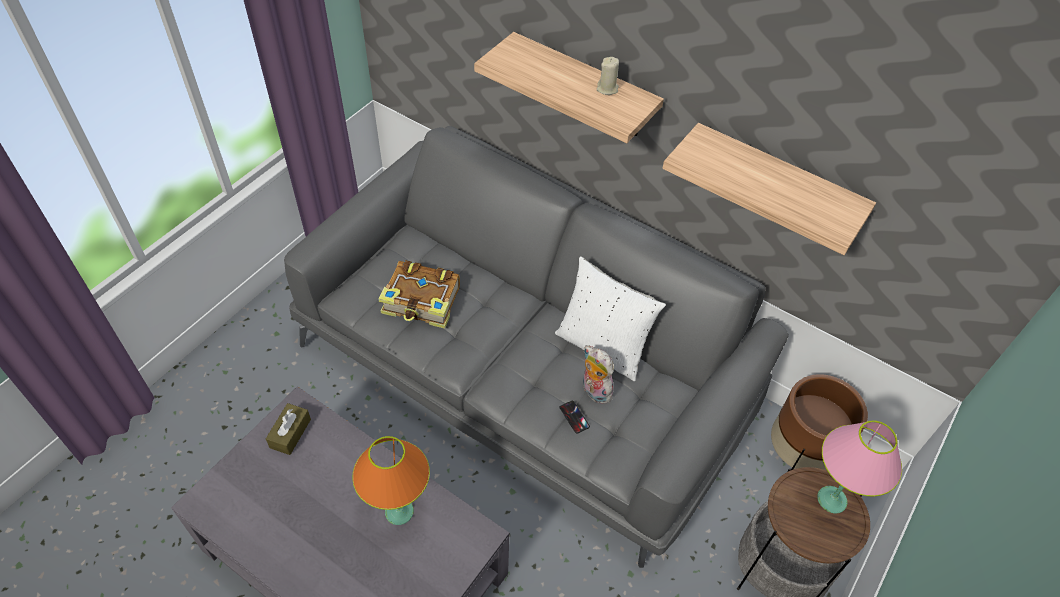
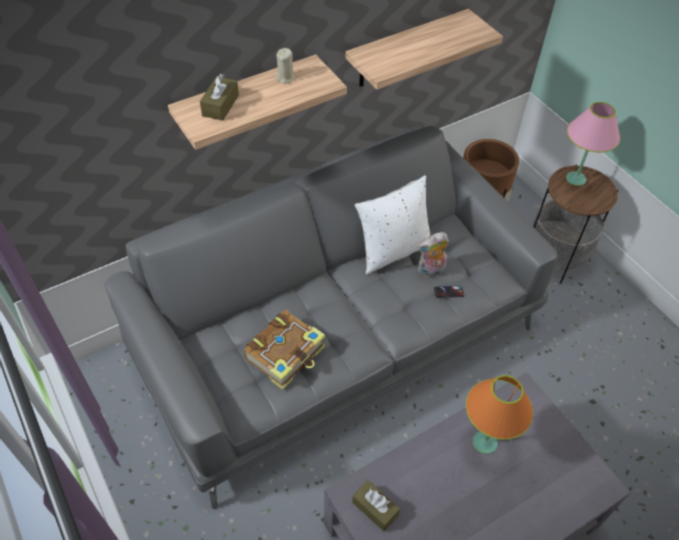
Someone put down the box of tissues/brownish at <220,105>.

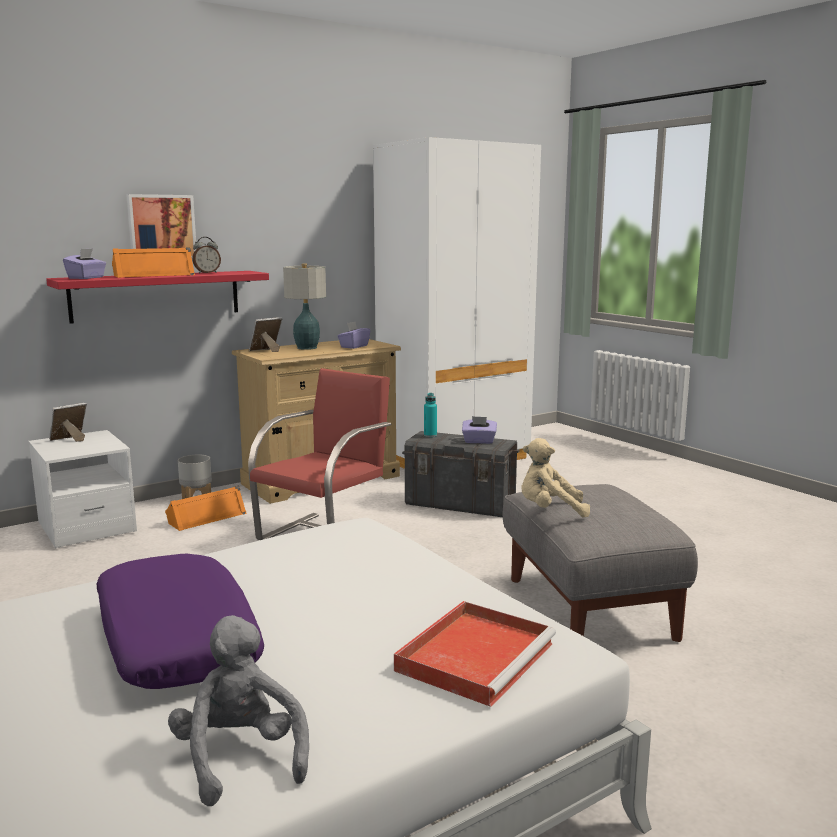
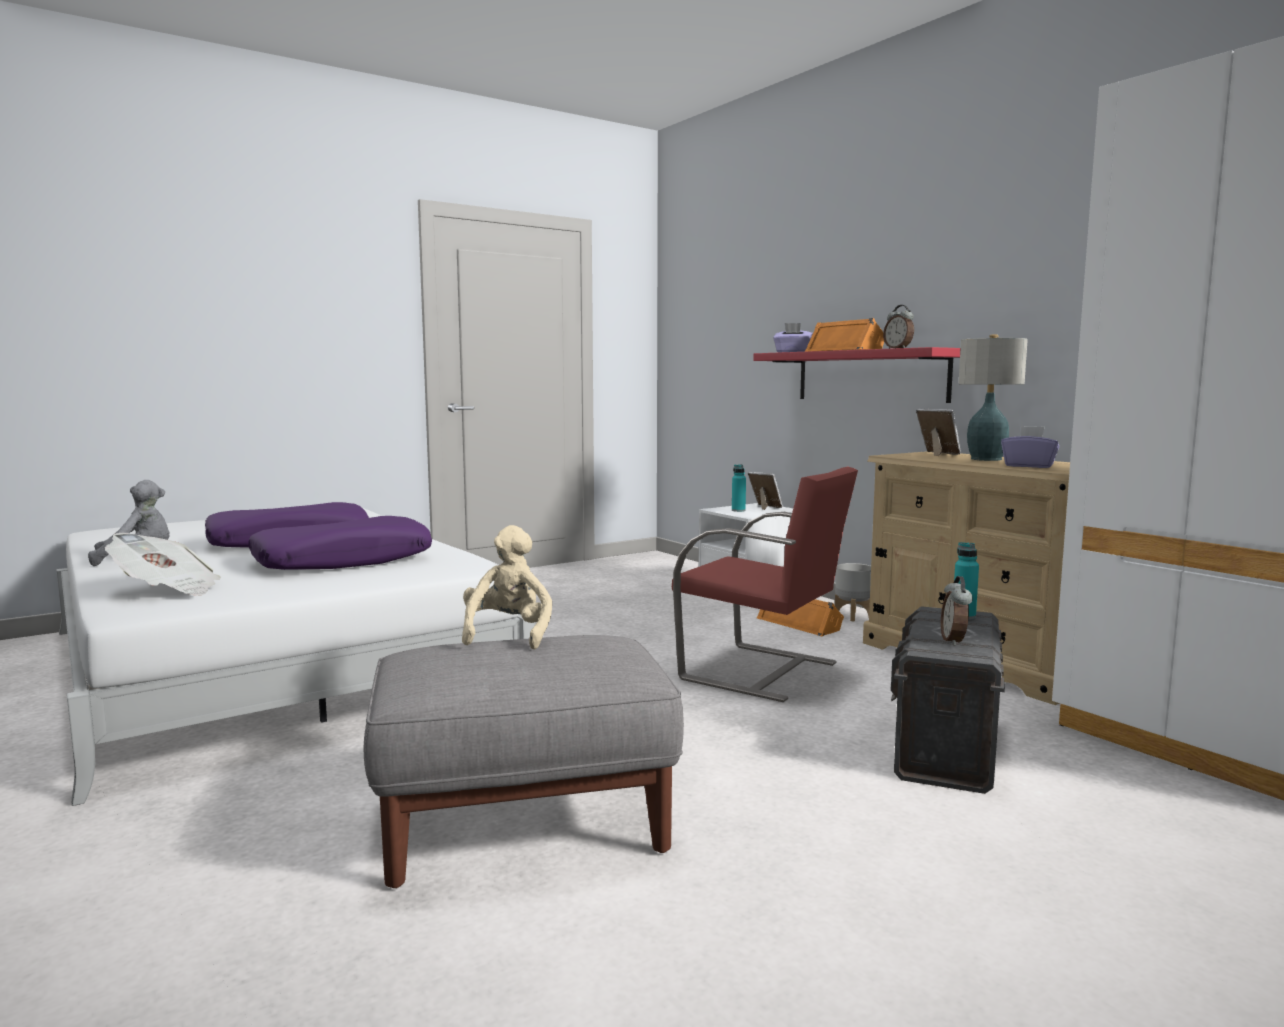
Someone swapped the serving tray/red-coloured at <476,655> for the newspaper at <167,590>. Someone put down the cushion/purple at <343,561>. Someone put down the drink bottle/turquoise at <738,510>. Someone swapped the box of tissues/purple at <479,441> for the alarm clock at <954,641>. Someone took away the wall picture at <161,227>.

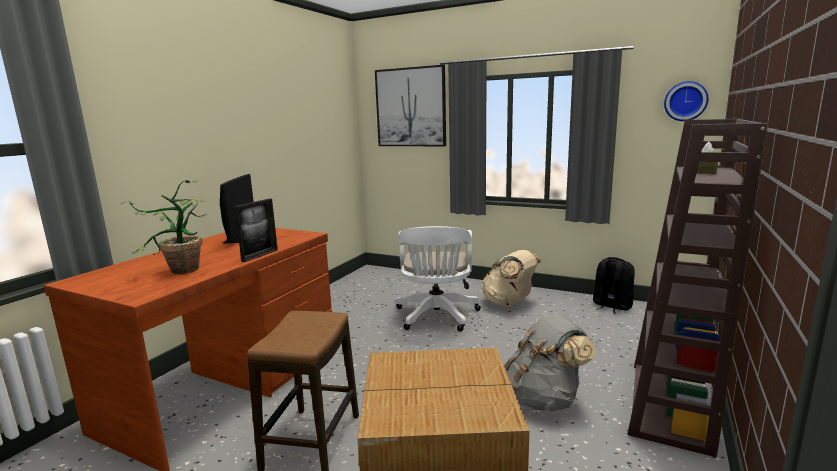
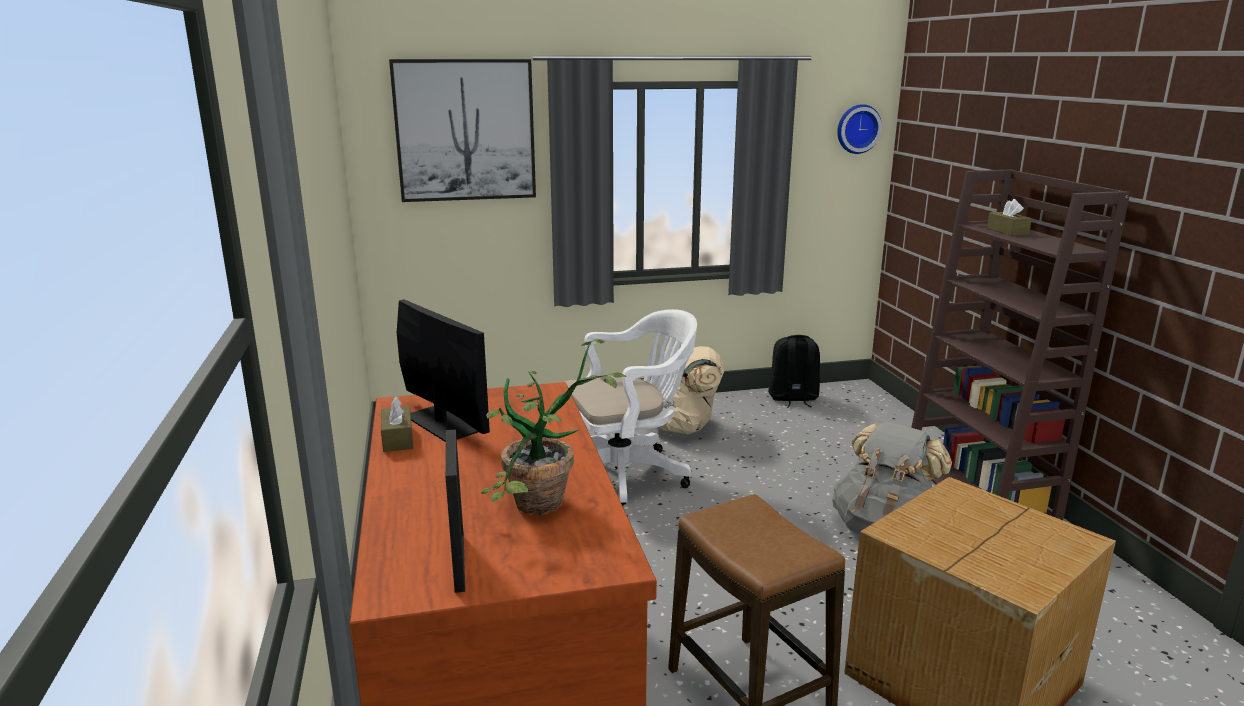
Someone put down the box of tissues/brownish at <397,439>. Someone carried the photo frame from <260,255> to <459,562>. Someone rotated the computer chair/white-coloured at <436,317> by 75 degrees counterclockwise.

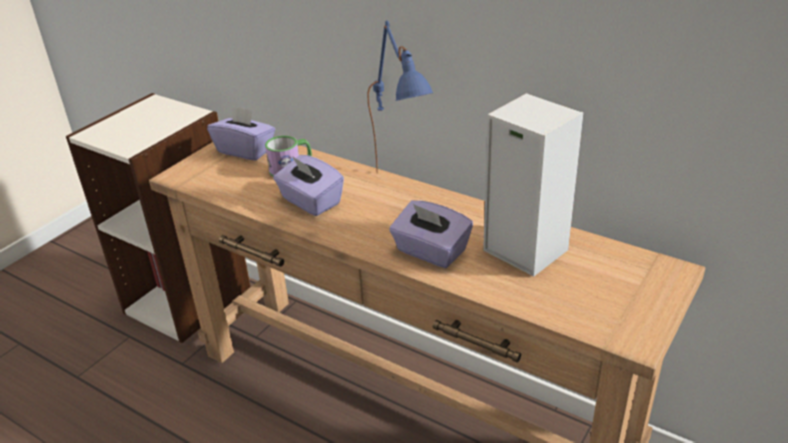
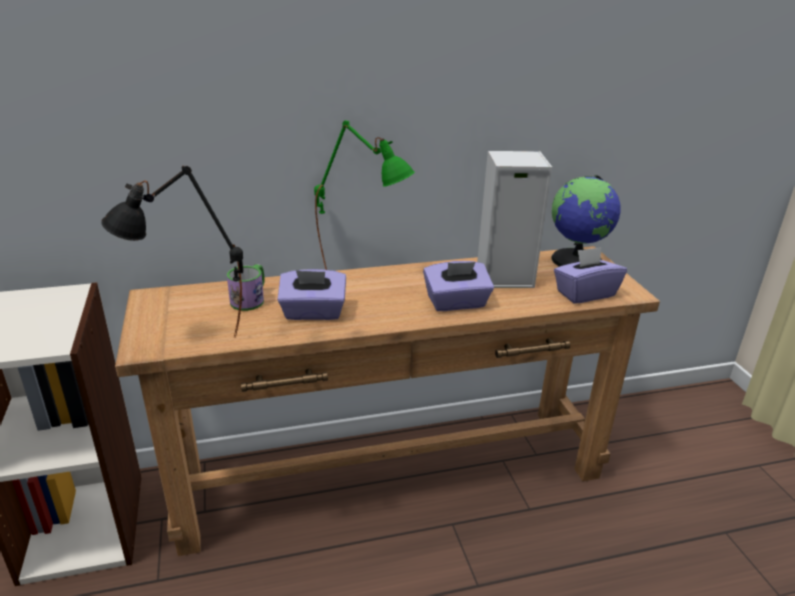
Someone put down the tabletop lamp/black-coloured at <191,346>. Someone repainted the tabletop lamp/blue at <402,186>, which became the tabletop lamp/green at <363,275>. Someone put down the globe at <578,260>. Someone carried the box of tissues/purple from <245,150> to <585,293>.

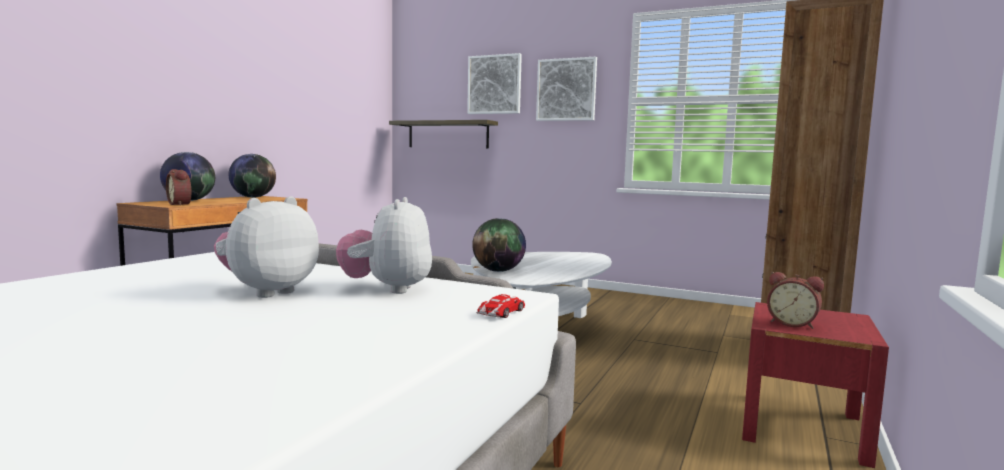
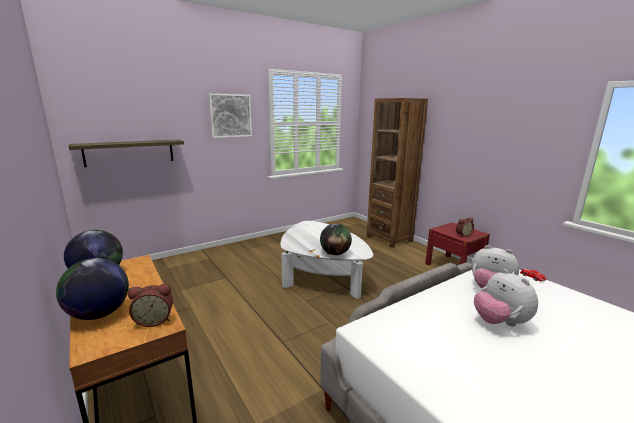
Someone took away the wall picture at <494,84>.

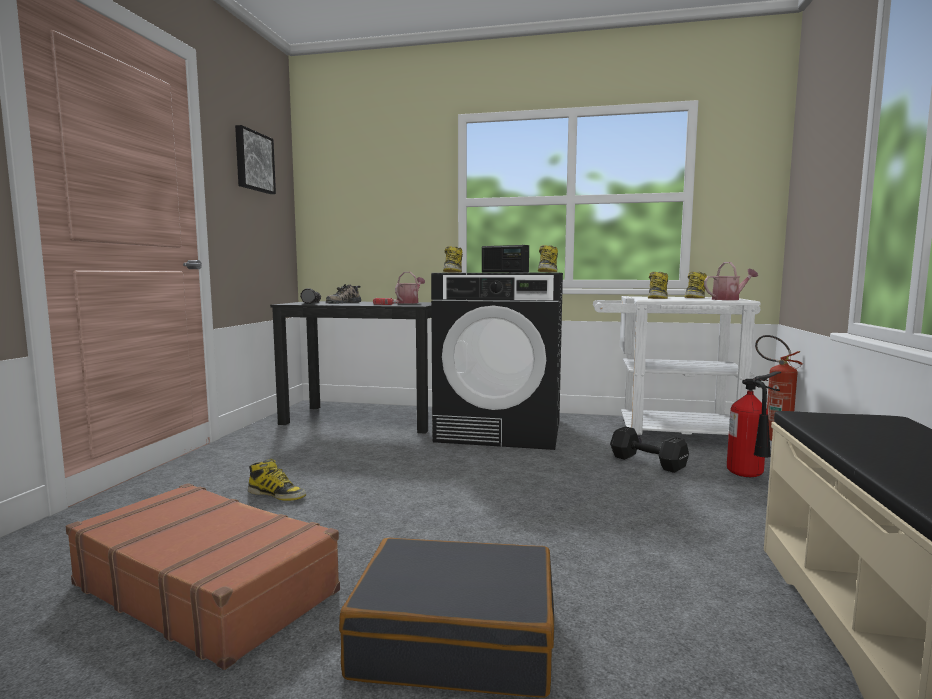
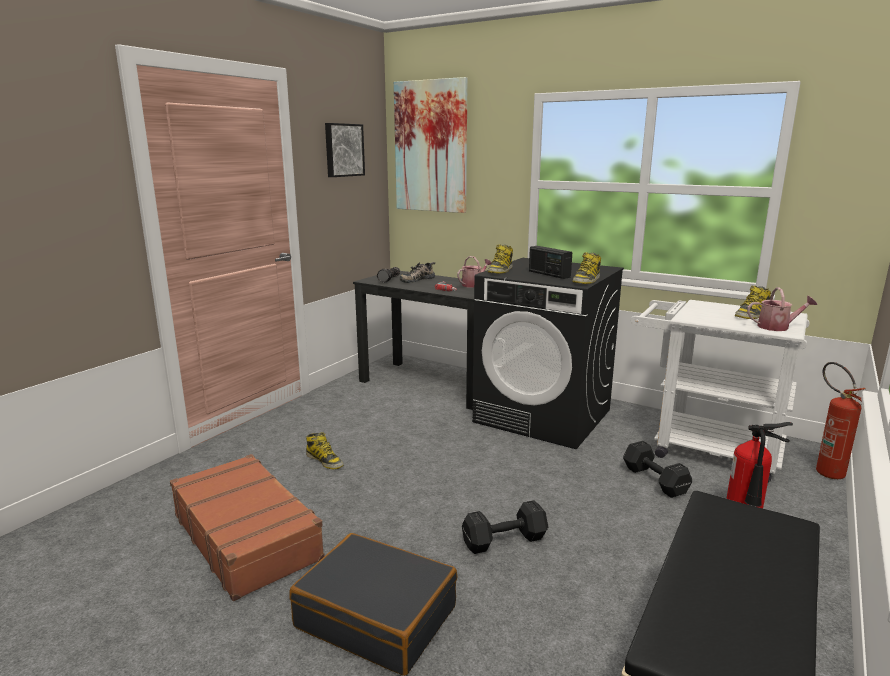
Someone put up the wall picture at <431,147>. Someone put down the hand weight/black-coloured at <502,540>. Someone took away the tall boot at <657,298>.

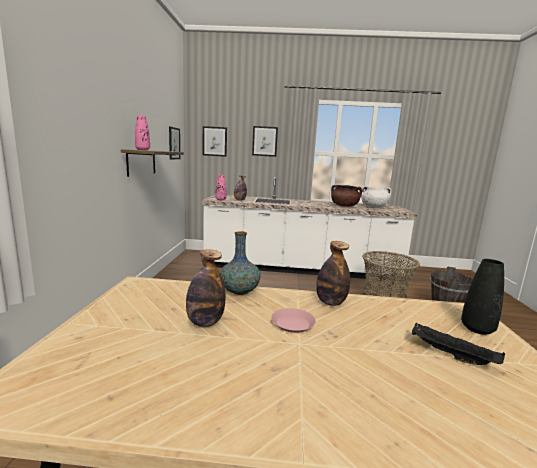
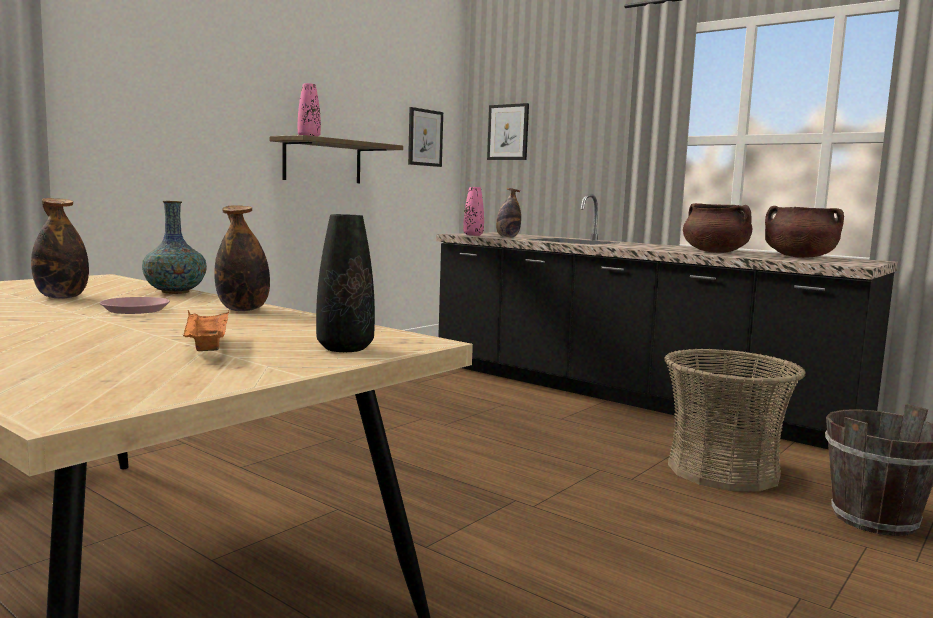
Someone repainted the serving tray/black-coloured at <450,355>, which became the serving tray/orange-coloured at <206,347>. Someone repainted the counter/white-coloured at <301,269>, which became the counter/black-coloured at <627,395>. Someone repainted the saucepot/white-coloured at <374,206>, which became the saucepot/brownish at <799,257>. Someone took away the wall picture at <264,141>.

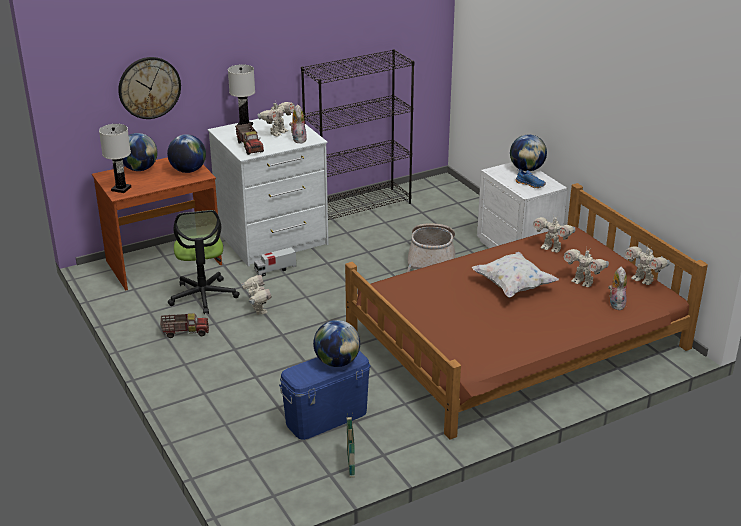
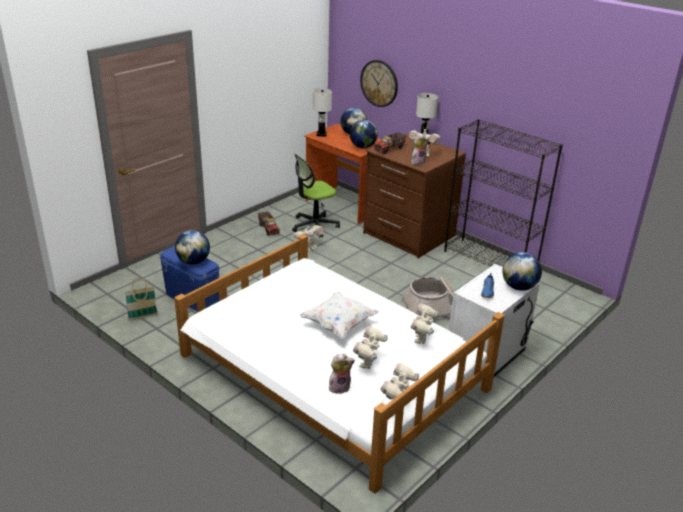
Someone repainted the bed/brownish at <516,340>, which became the bed/white-coloured at <331,371>. Someone repainted the dresser/white-coloured at <273,239>, which became the dresser/brownish at <408,235>. Someone took away the model truck at <275,270>.

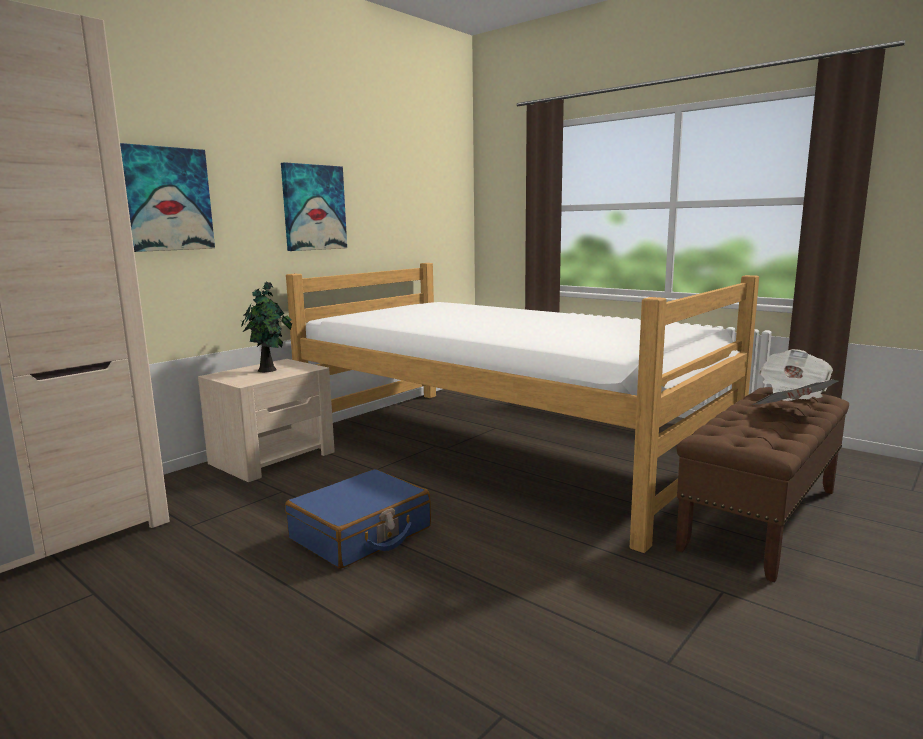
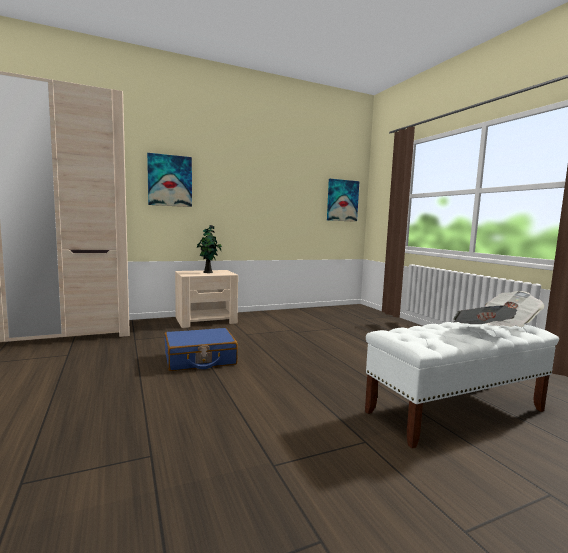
Someone carried the wall picture from <313,207> to <342,200>. Someone repainted the indoor bench/brownish at <761,518>, which became the indoor bench/white-coloured at <456,411>. Someone took away the bed at <503,448>.

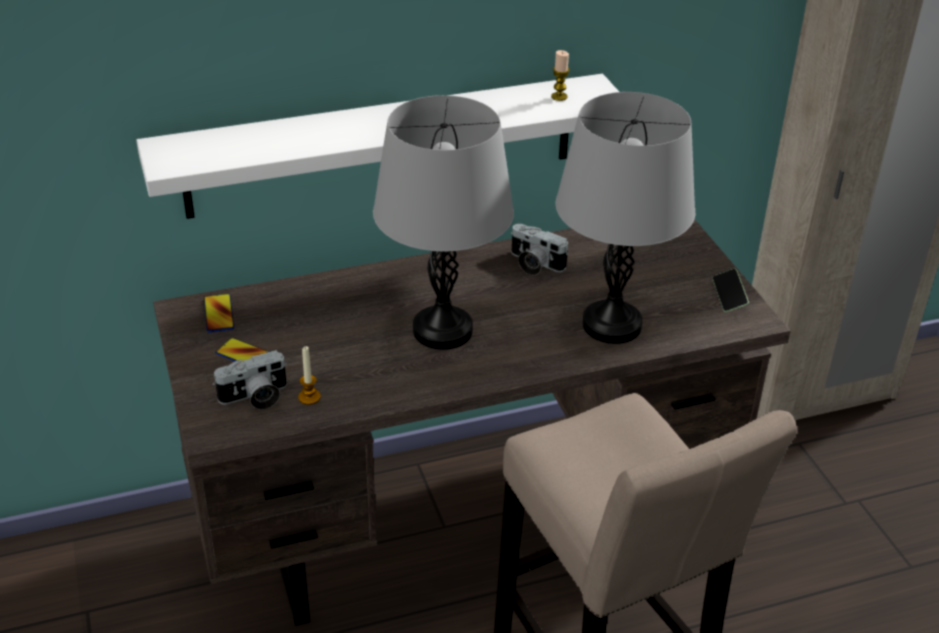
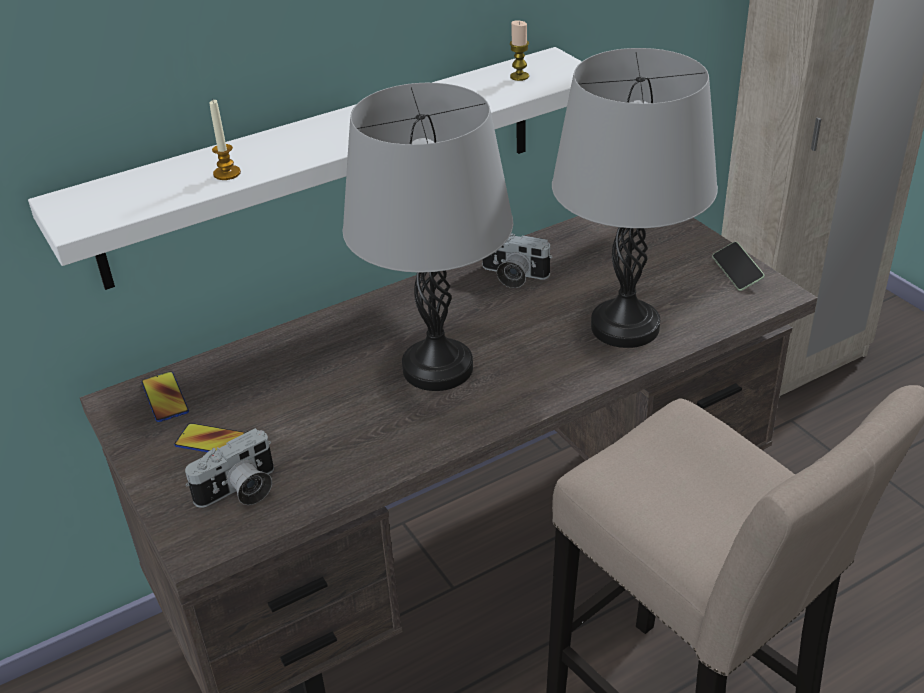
Someone carried the wax light from <309,397> to <227,173>.

